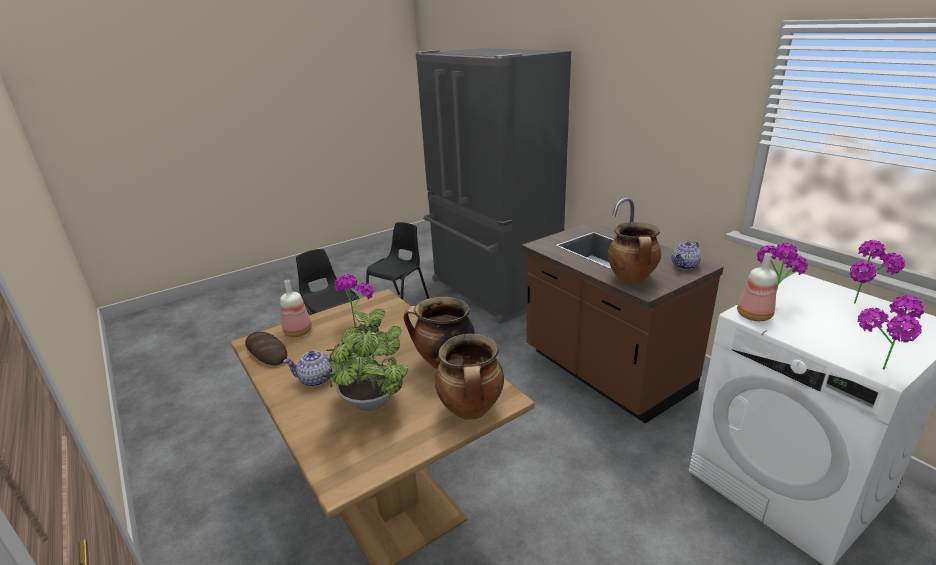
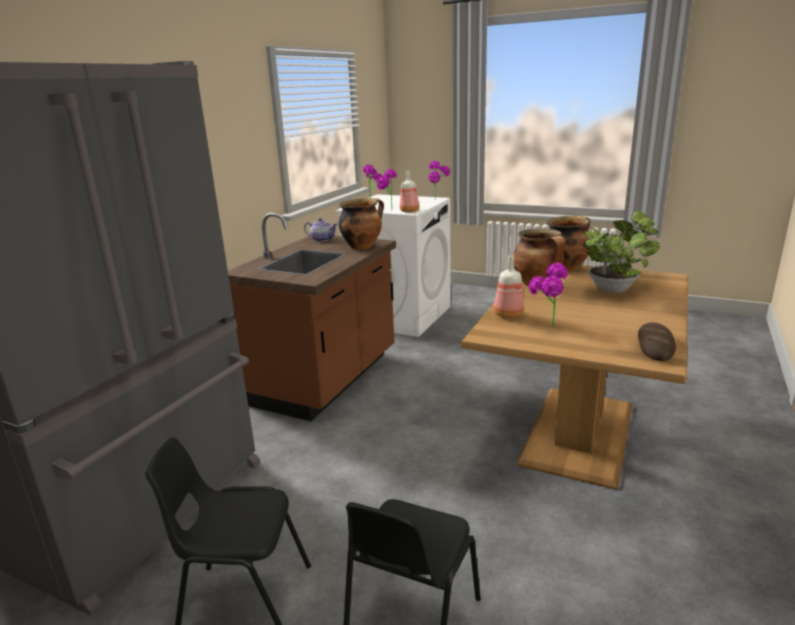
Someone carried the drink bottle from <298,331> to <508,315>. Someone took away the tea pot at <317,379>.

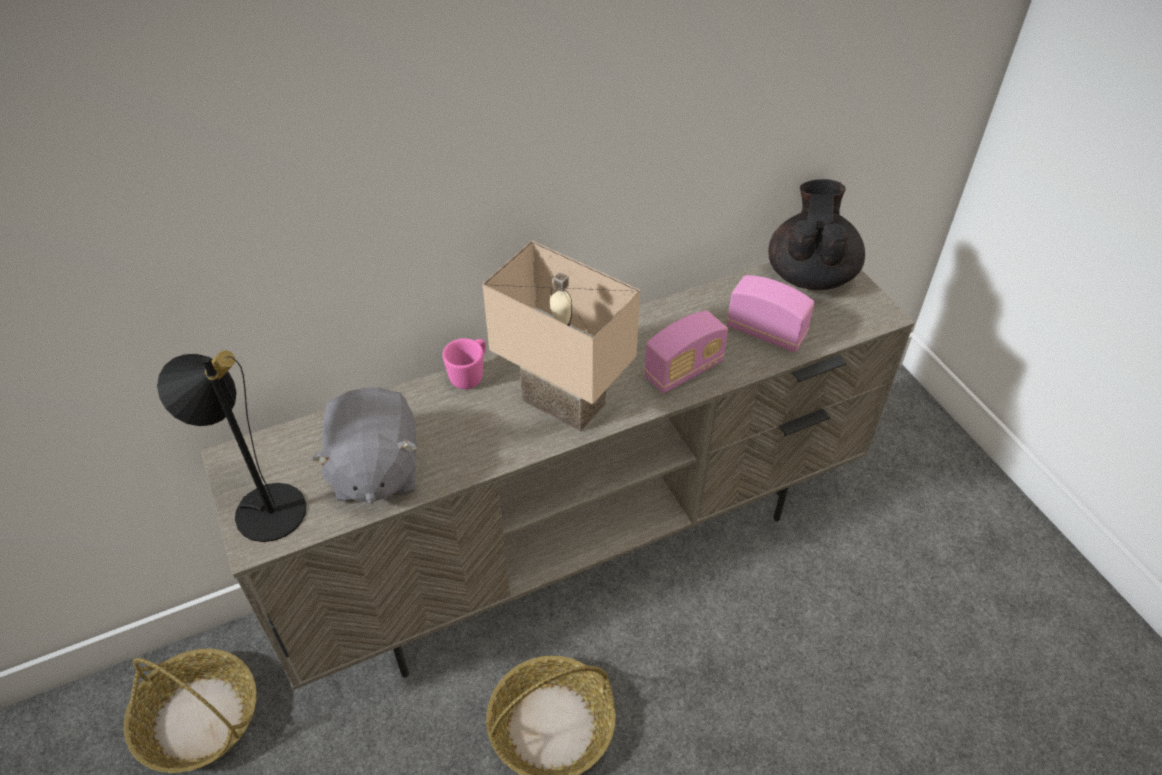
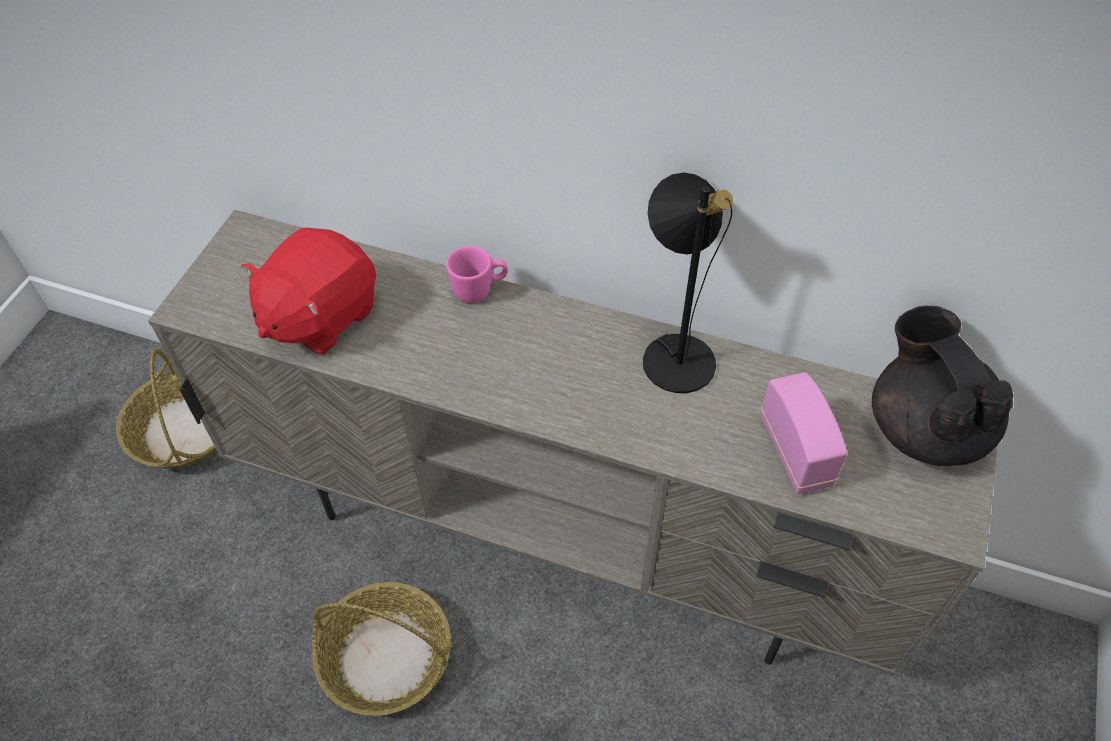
Someone repainted the cuddly toy/greyish at <375,470>, which became the cuddly toy/red-coloured at <319,316>. Someone carried the tabletop lamp/black-coloured from <261,504> to <676,351>. Someone rotated the tea pot/black-coloured at <810,274> by 75 degrees counterclockwise. Someone took away the tabletop lamp/sand-coloured at <567,400>. Someone took away the radio set at <683,371>.

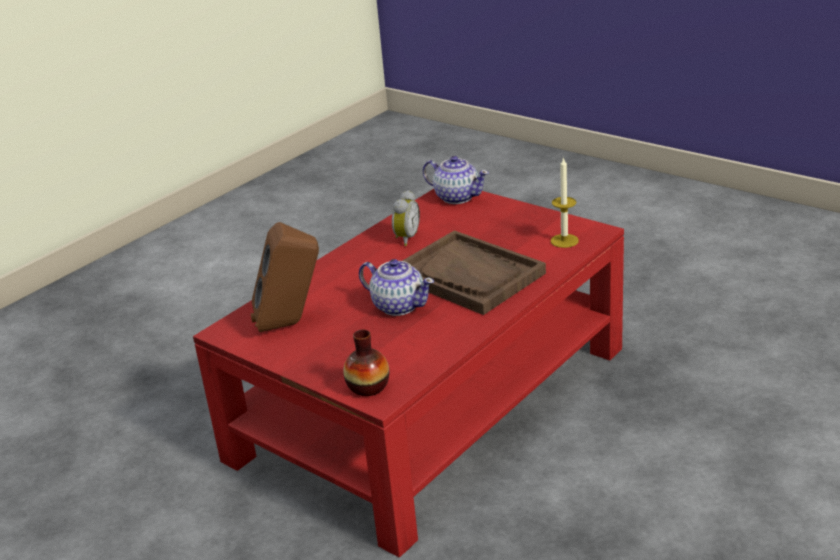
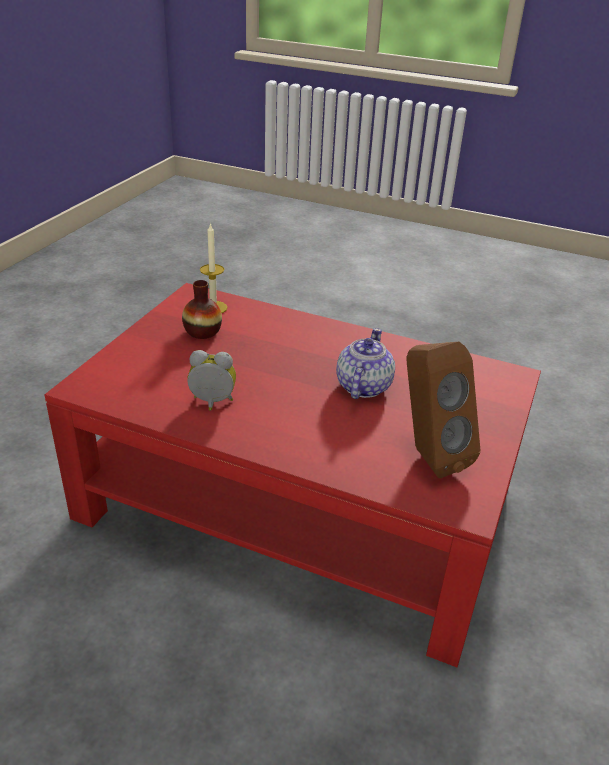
Someone carried the decorative vase from <368,387> to <202,332>. Someone took away the serving tray/brownish at <469,275>. Someone took away the tea pot at <456,197>.

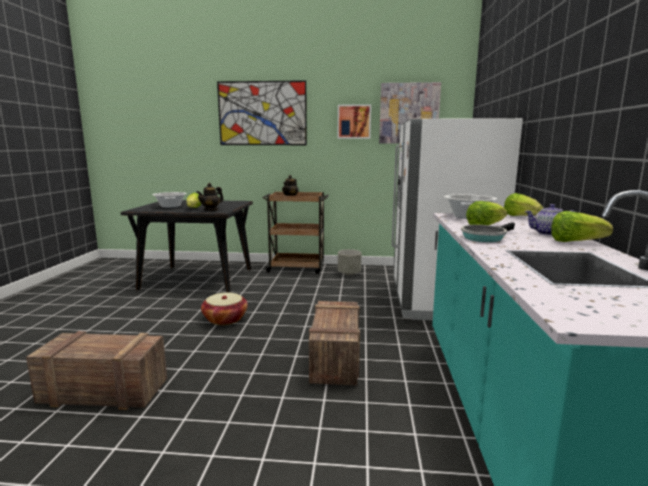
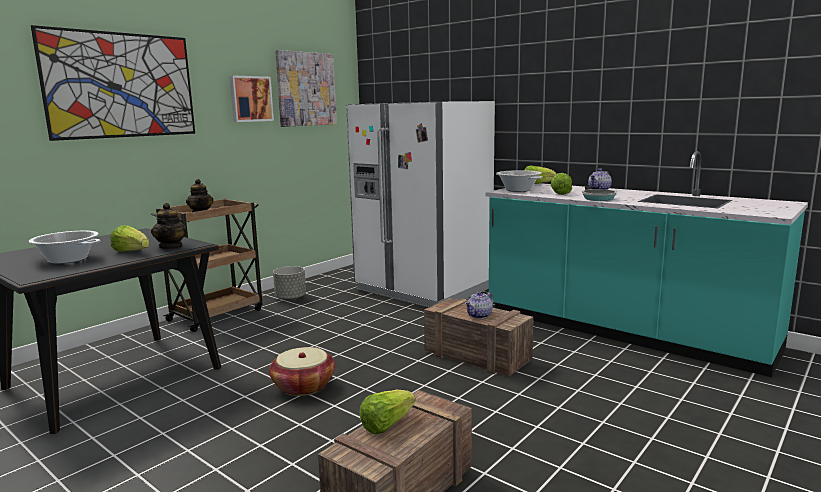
Someone carried the head of lettuce from <575,242> to <386,425>. Someone put down the tea pot at <479,315>.

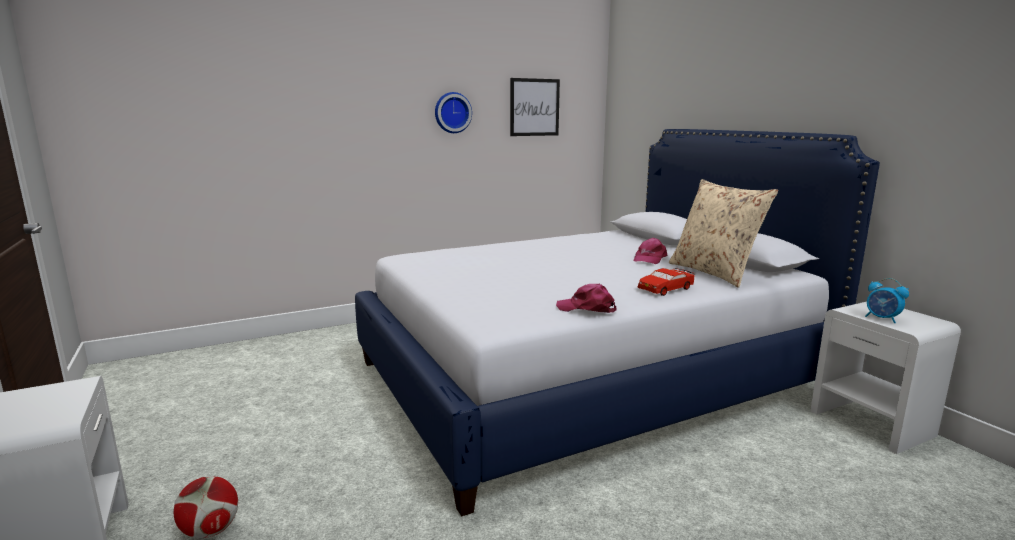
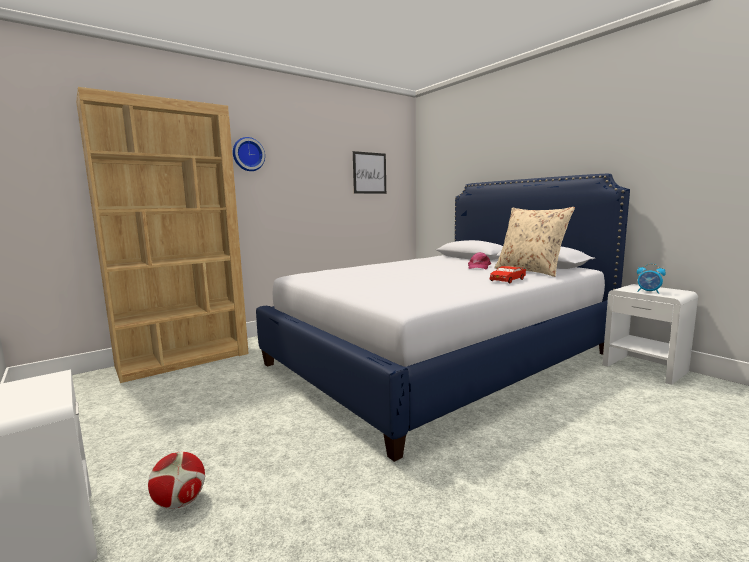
Someone put down the shelving unit/brownish at <184,360>. Someone carried the clock on the wall from <452,112> to <248,154>. Someone took away the baseball cap/pink-coloured at <587,308>.

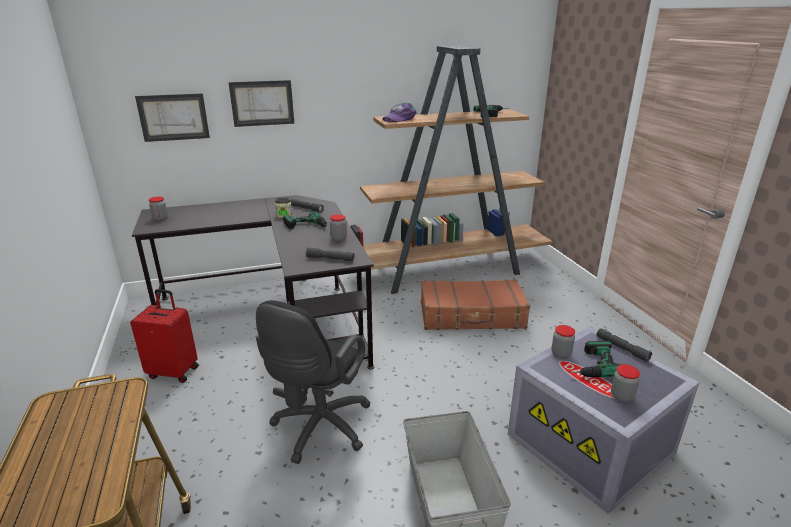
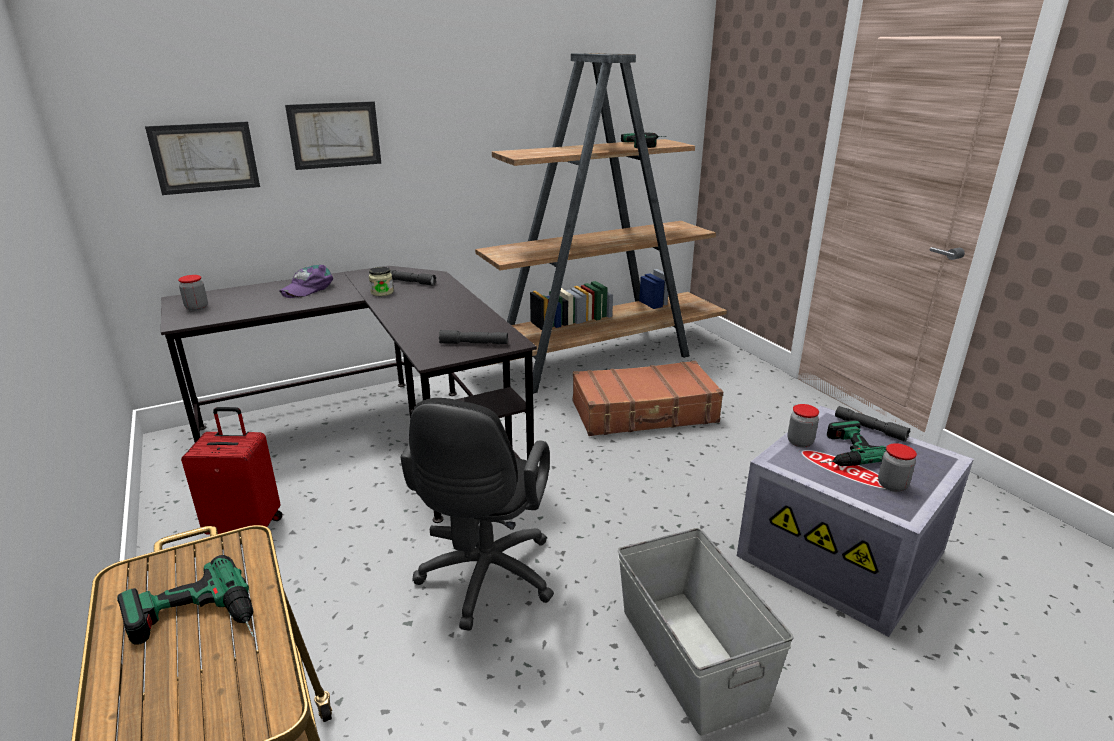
Someone carried the power drill from <307,227> to <195,624>. Someone carried the baseball cap/purple from <399,118> to <308,288>. Someone took away the preserve jar at <338,238>.

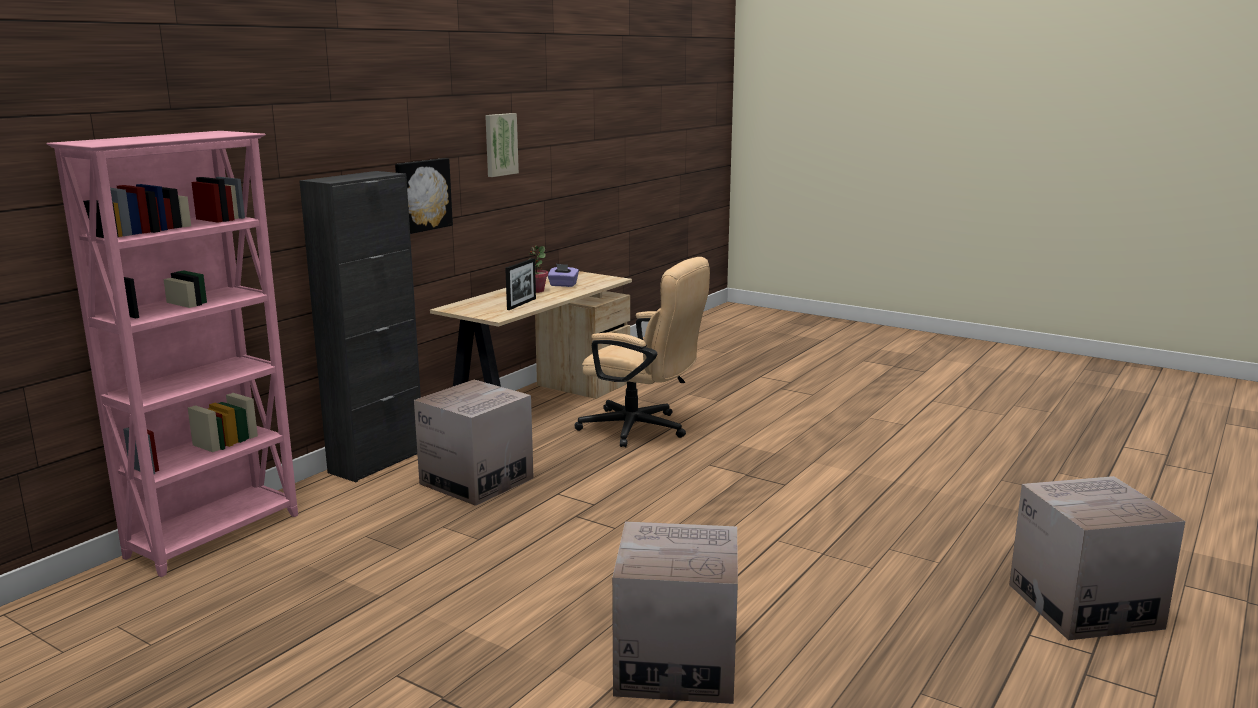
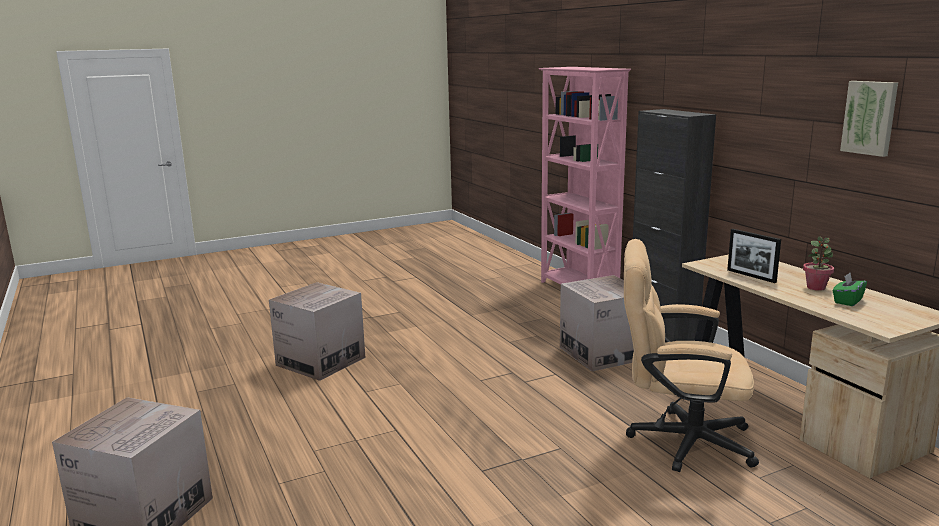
Someone rotated the computer chair/sand-coloured at <642,429> by 45 degrees clockwise. Someone repainted the box of tissues/purple at <563,285>, which became the box of tissues/green at <847,301>. Someone took away the wall picture at <422,195>.

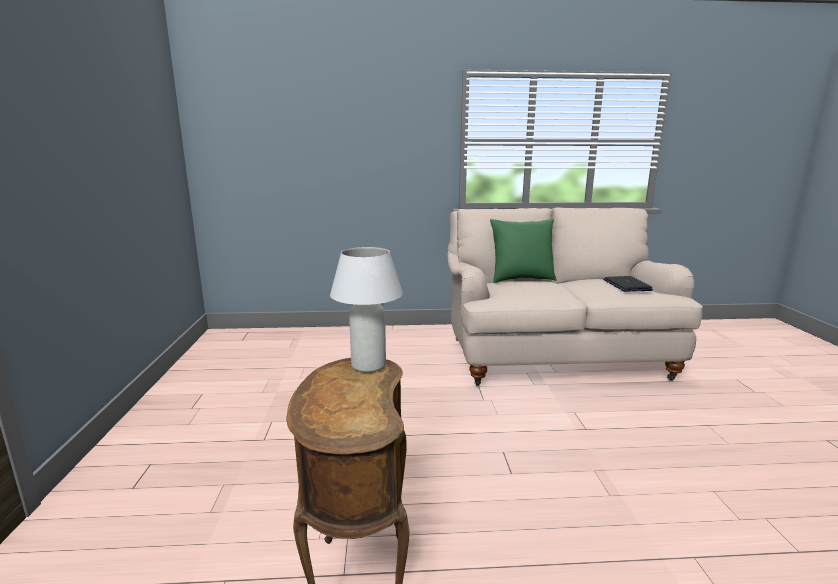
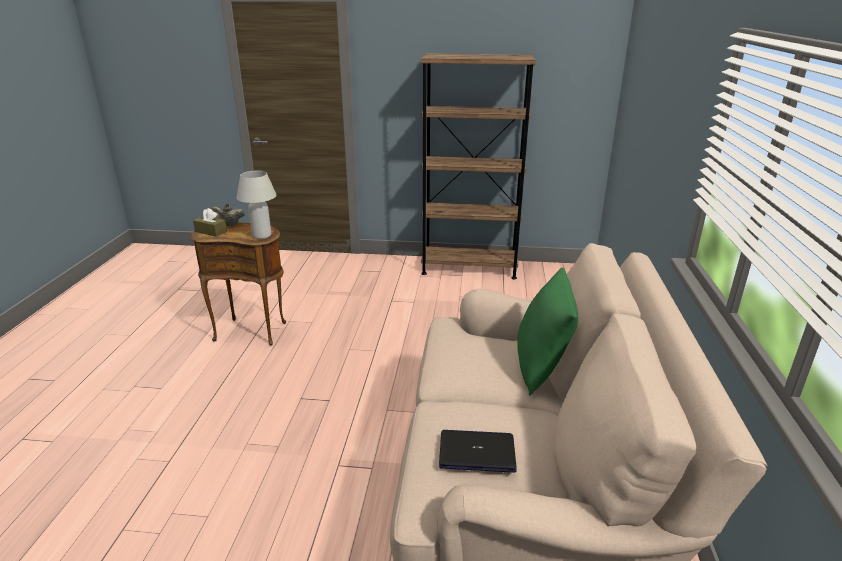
Someone put down the box of tissues/brownish at <211,231>. Someone put down the tea pot/sand-coloured at <229,225>. Someone put down the shelving unit/brownish at <469,268>.

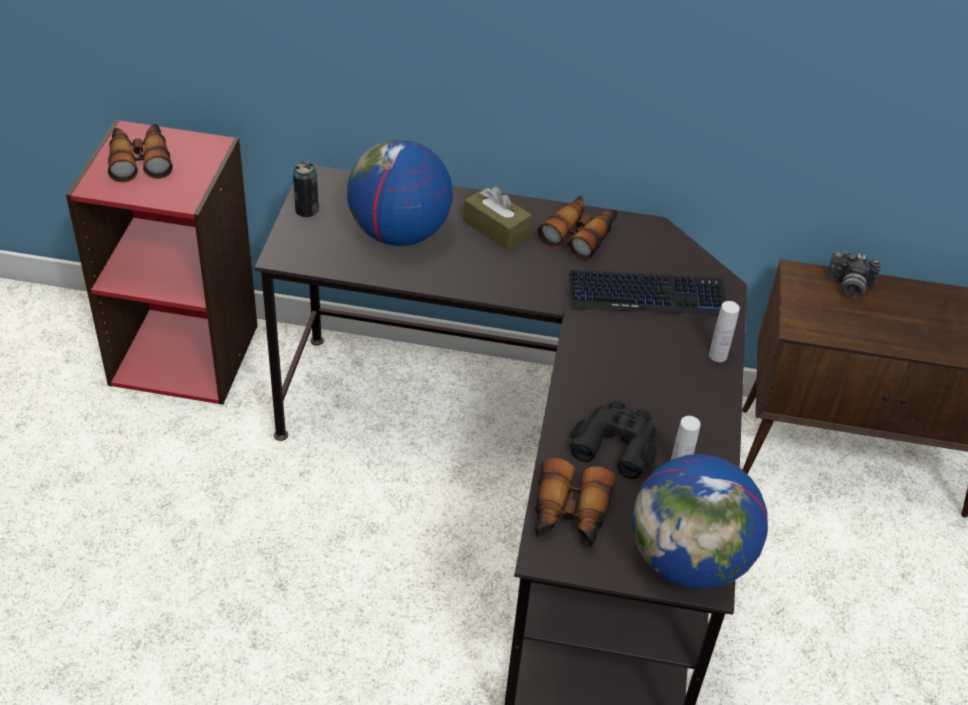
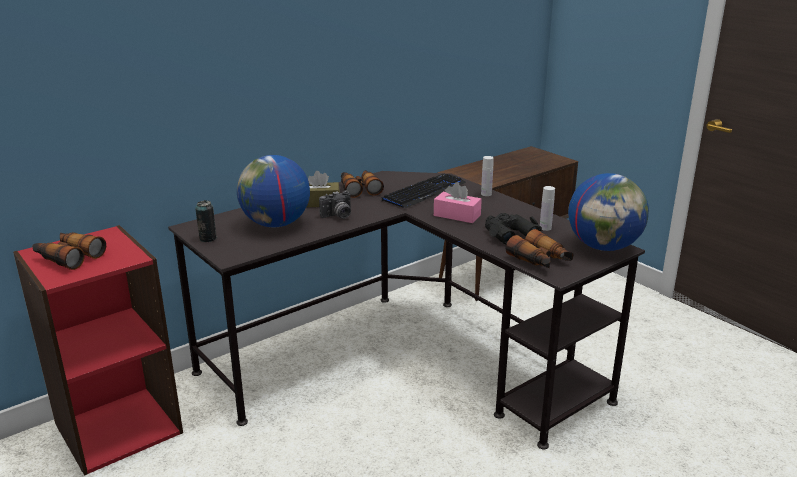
Someone carried the still camera from <848,287> to <338,216>. Someone put down the box of tissues/pink-coloured at <457,215>.

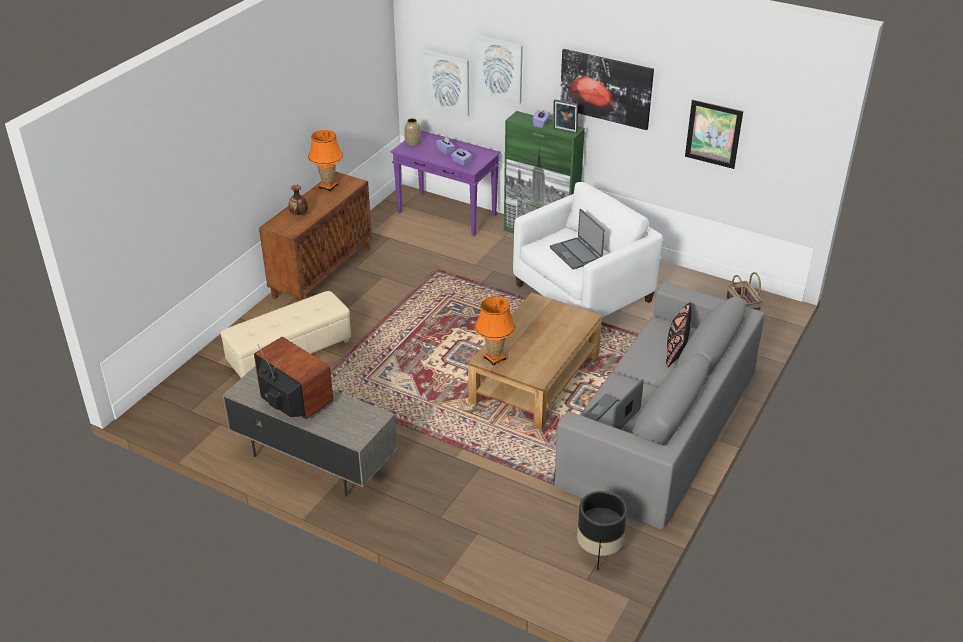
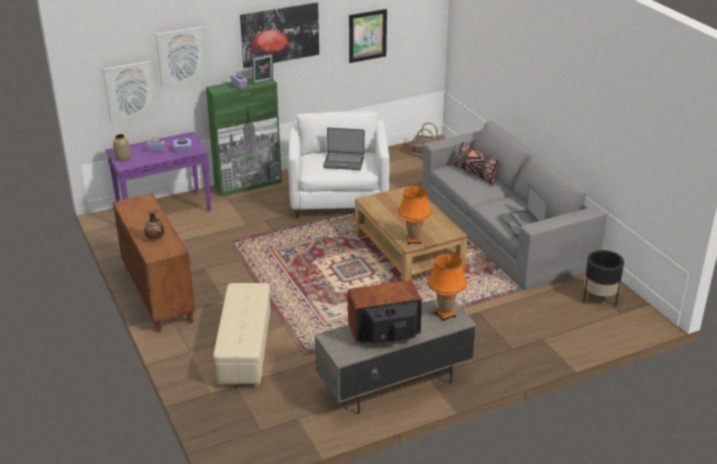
Someone carried the tabletop lamp/orange-coloured from <328,186> to <445,314>.

